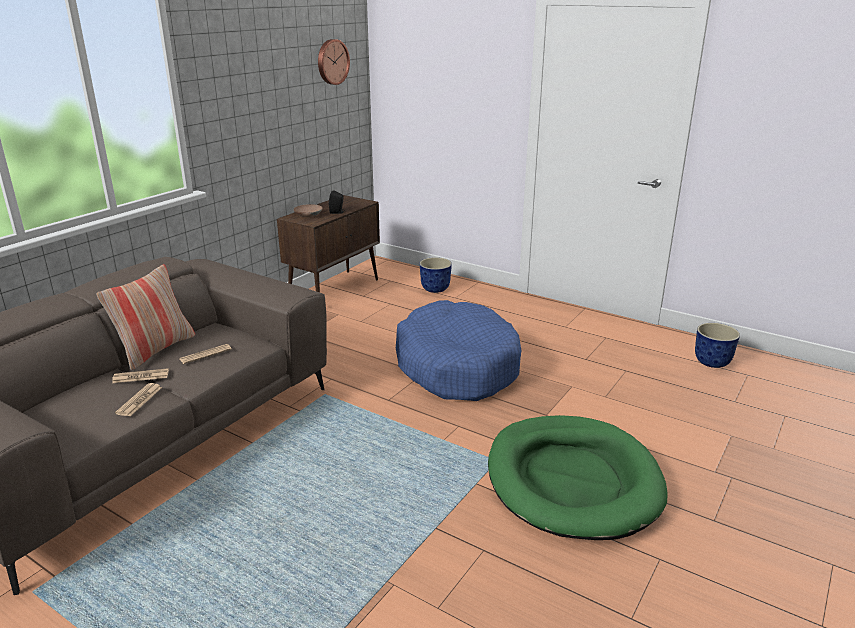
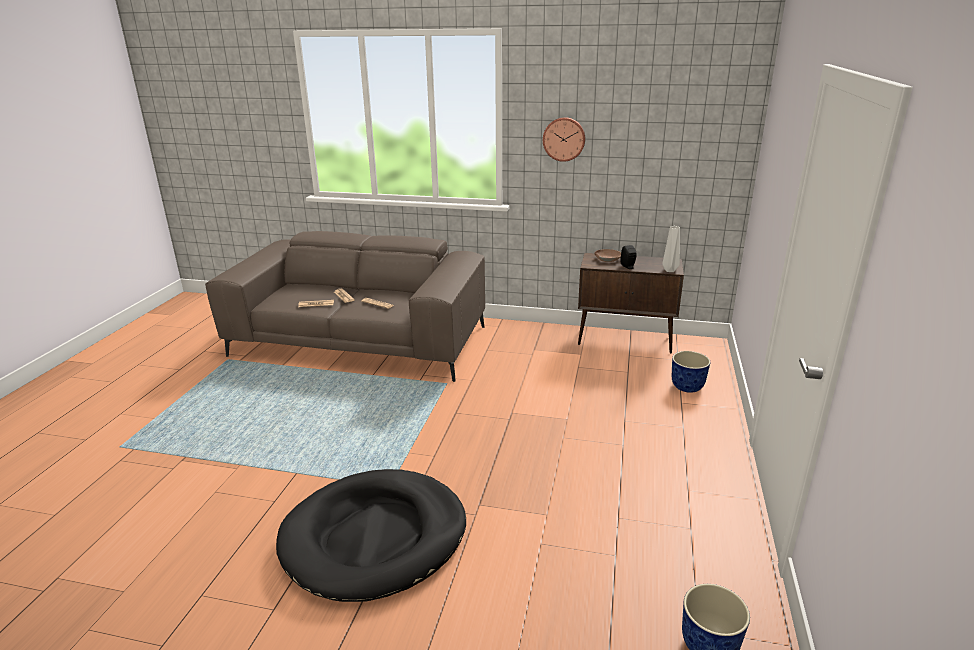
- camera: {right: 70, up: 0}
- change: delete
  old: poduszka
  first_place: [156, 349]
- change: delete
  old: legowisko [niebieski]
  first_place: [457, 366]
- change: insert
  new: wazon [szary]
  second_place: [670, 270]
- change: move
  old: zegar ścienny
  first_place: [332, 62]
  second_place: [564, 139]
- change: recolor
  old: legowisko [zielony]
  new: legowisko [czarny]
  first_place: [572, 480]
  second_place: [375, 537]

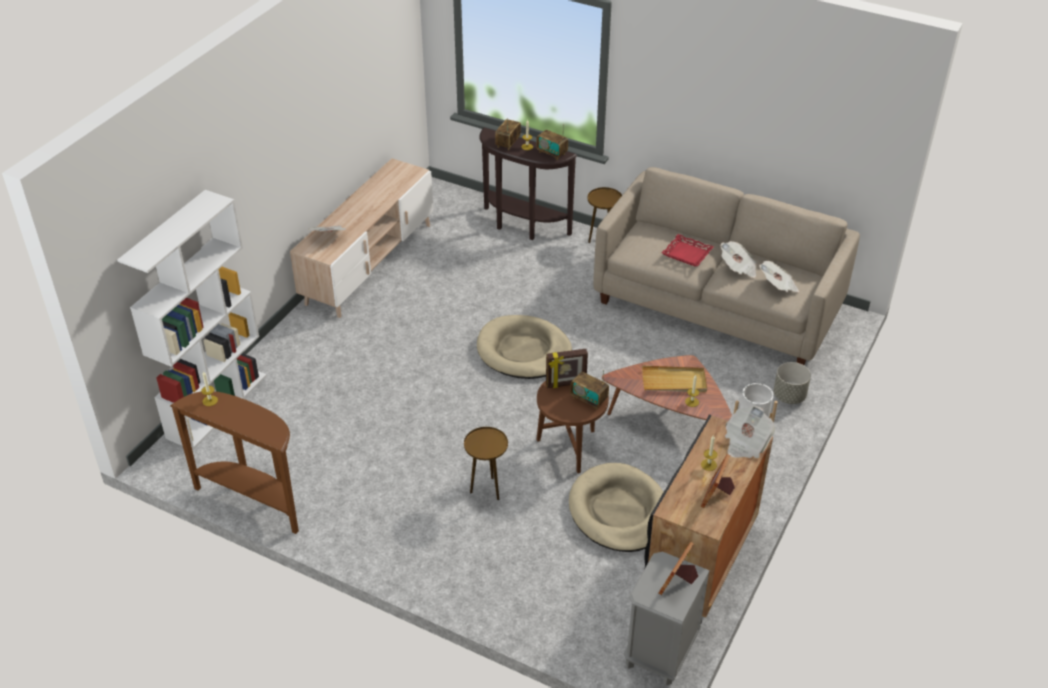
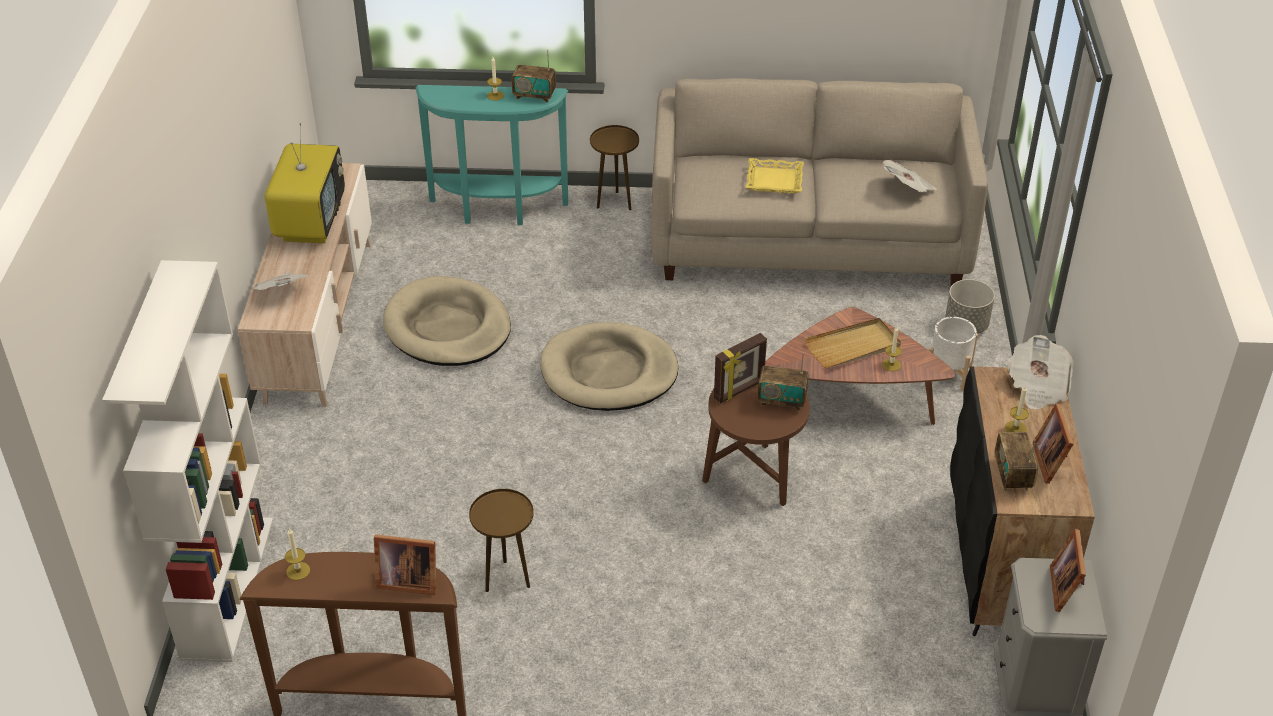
- camera: {right: -25, up: 0}
- change: delete
  old: gazeta
  first_place: [738, 268]
- change: insert
  new: telewizor
  second_place: [310, 222]
- change: insert
  new: ramka na zdjęcie
  second_place: [406, 580]
- change: move
  old: stolik [brązowy]
  first_place: [487, 490]
  second_place: [506, 579]
- change: move
  old: radio
  first_place: [508, 143]
  second_place: [1012, 475]
- change: move
  old: legowisko [beżowy]
  first_place: [619, 511]
  second_place: [447, 327]
- change: recolor
  old: stolik konsolowy [brązowy]
  new: stolik konsolowy [turkusowy]
  first_place: [522, 227]
  second_place: [497, 212]
- change: recolor
  old: taca [czerwony]
  new: taca [żółty]
  first_place: [686, 254]
  second_place: [774, 181]

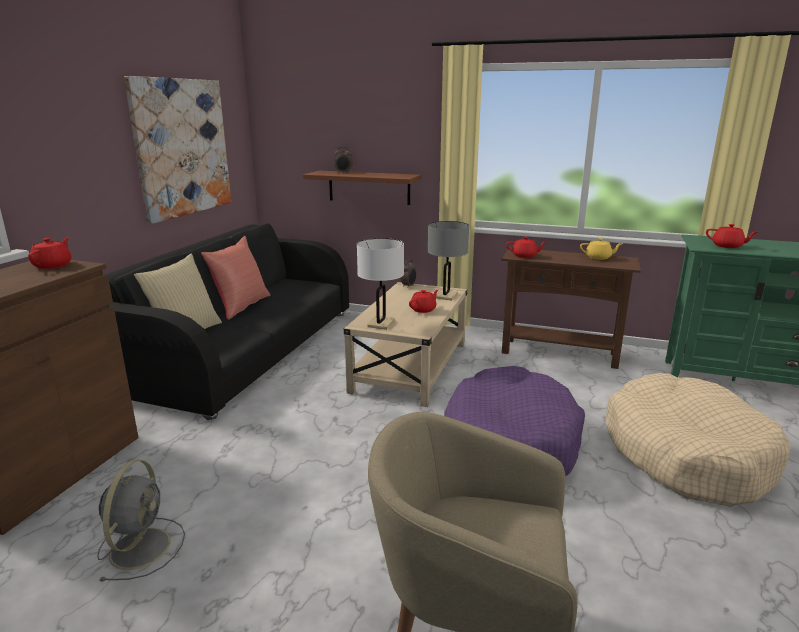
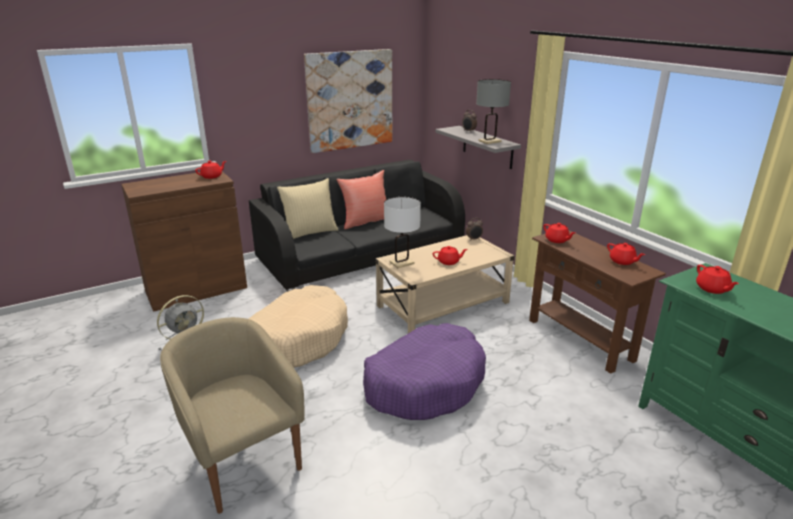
- camera: {right: 40, up: 5}
- change: move
  old: lampa stołowa [szary]
  first_place: [446, 296]
  second_place: [489, 141]
- change: move
  old: legowisko [beżowy]
  first_place: [685, 454]
  second_place: [296, 339]
- change: recolor
  old: półka [brązowy]
  new: półka [szary]
  first_place: [369, 187]
  second_place: [487, 147]
- change: recolor
  old: imbryk [żółty]
  new: imbryk [czerwony]
  first_place: [599, 257]
  second_place: [622, 261]

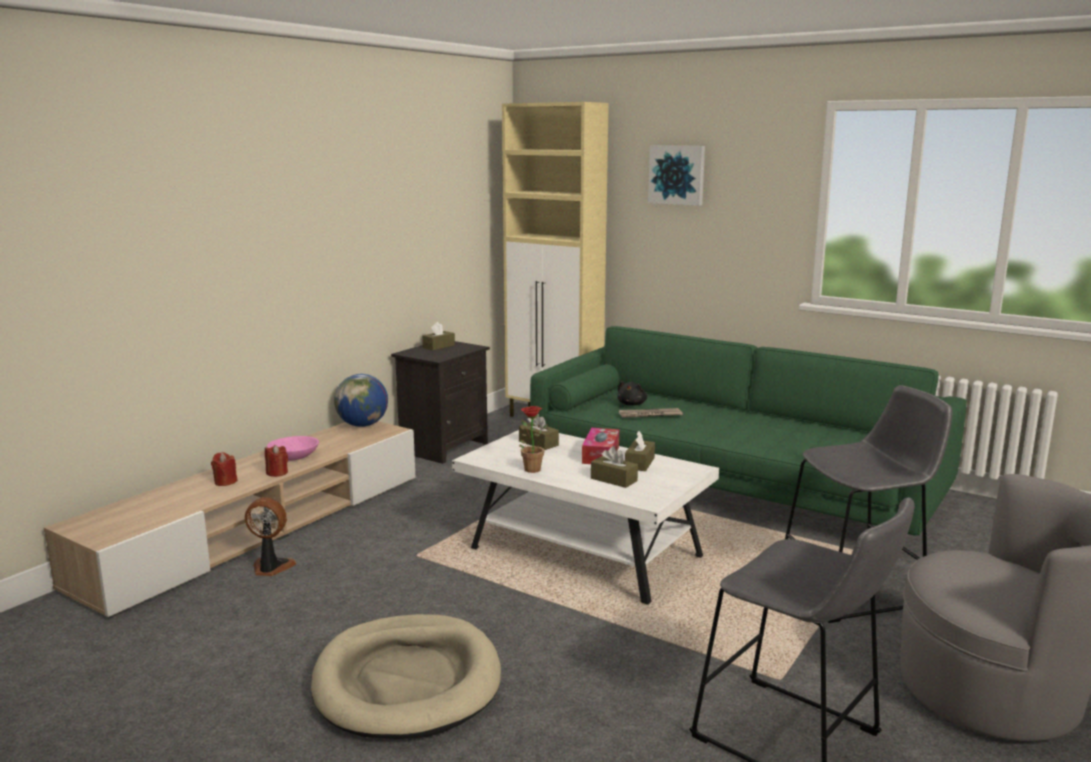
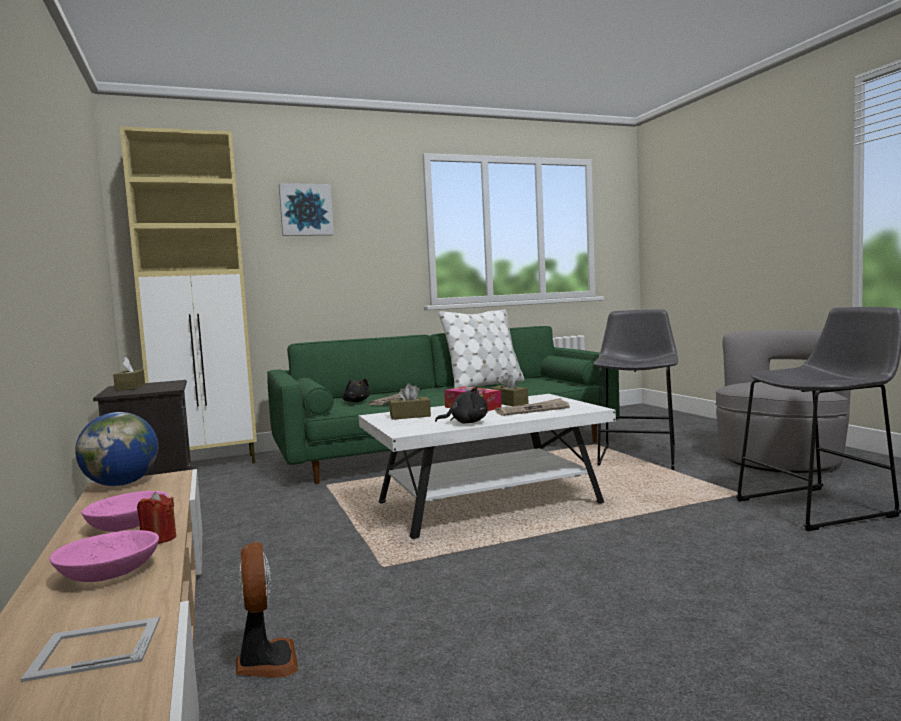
- camera: {right: -55, up: -10}
- change: delete
  old: legowisko [beżowy]
  first_place: [407, 682]
- change: insert
  new: ramka na zdjęcie
  second_place: [94, 648]
- change: insert
  new: poduszka [biały]
  second_place: [484, 385]
- change: replace
  old: świeca [czerwony]
  new: miska [różowy]
  first_place: [225, 482]
  second_place: [108, 573]
- change: replace
  old: roślina doniczkowa
  new: pluszak [czarny]
  first_place: [530, 468]
  second_place: [466, 422]
- change: replace
  old: pudełko chusteczek [brązowy]
  new: gazeta
  first_place: [614, 480]
  second_place: [532, 410]
- change: rotate
  old: wentylator
  first_place: [271, 568]
  second_place: [266, 662]
  degrees: 120

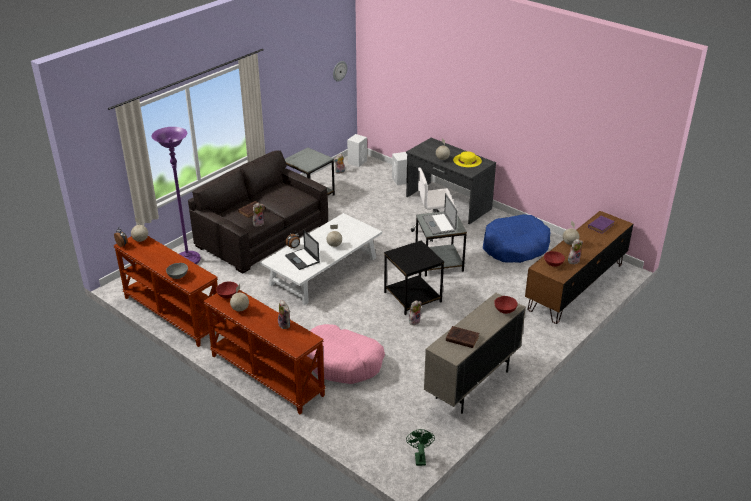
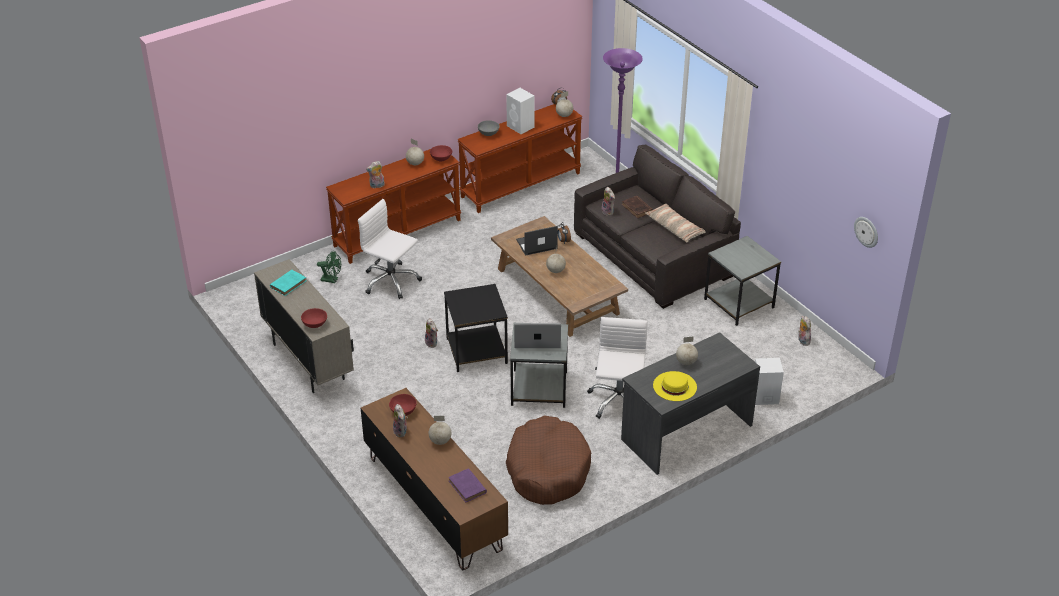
- camera: {right: 105, up: 5}
- change: insert
  new: poduszka
  second_place: [675, 228]
- change: move
  old: głośnik [biały]
  first_place: [357, 162]
  second_place: [521, 127]
- change: move
  old: wentylator [zielony]
  first_place: [419, 457]
  second_place: [332, 280]
- change: replace
  old: legowisko [różowy]
  new: krzesło biurowe [biały]
  first_place: [342, 362]
  second_place: [391, 281]
- change: recolor
  old: ława [biały]
  new: ława [brązowy]
  first_place: [323, 270]
  second_place: [558, 291]
- change: recolor
  old: książka [brązowy]
  new: książka [turkusowy]
  first_place: [461, 338]
  second_place: [289, 284]
- change: recolor
  old: legowisko [niebieski]
  new: legowisko [brązowy]
  first_place: [514, 247]
  second_place: [547, 469]

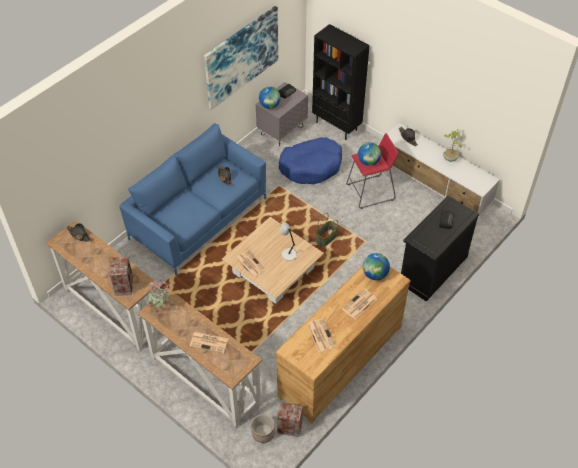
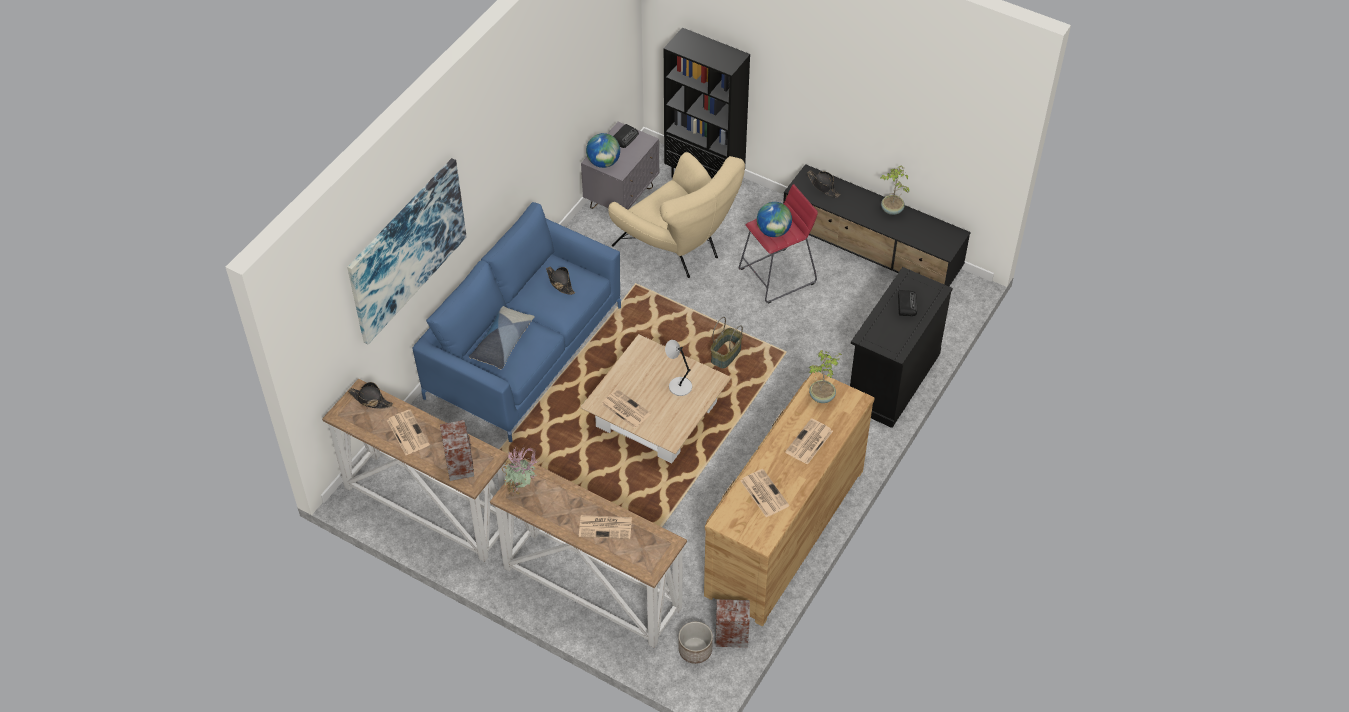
- camera: {right: -10, up: 0}
- change: insert
  new: gazeta
  second_place: [407, 432]
- change: insert
  new: poduszka
  second_place: [502, 342]
- change: move
  old: obraz
  first_place: [241, 57]
  second_place: [407, 250]
- change: replace
  old: legowisko [niebieski]
  new: fotel [beżowy]
  first_place: [311, 166]
  second_place: [679, 248]
- change: replace
  old: globus
  new: roślina doniczkowa
  first_place: [375, 274]
  second_place: [822, 397]
- change: recolor
  old: szafka pod telewizor [biały]
  new: szafka pod telewizor [czarny]
  first_place: [434, 185]
  second_place: [871, 253]

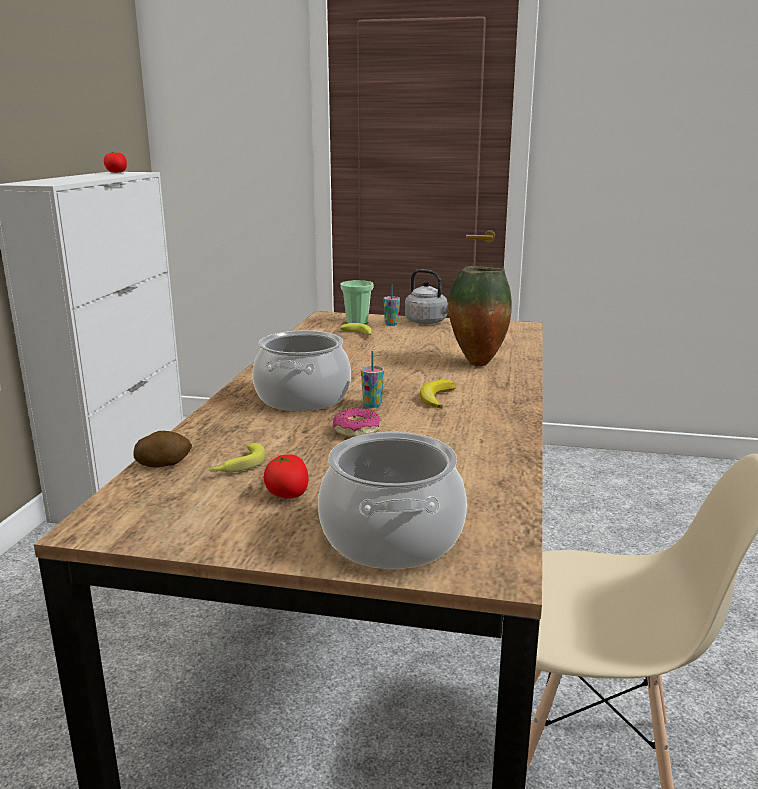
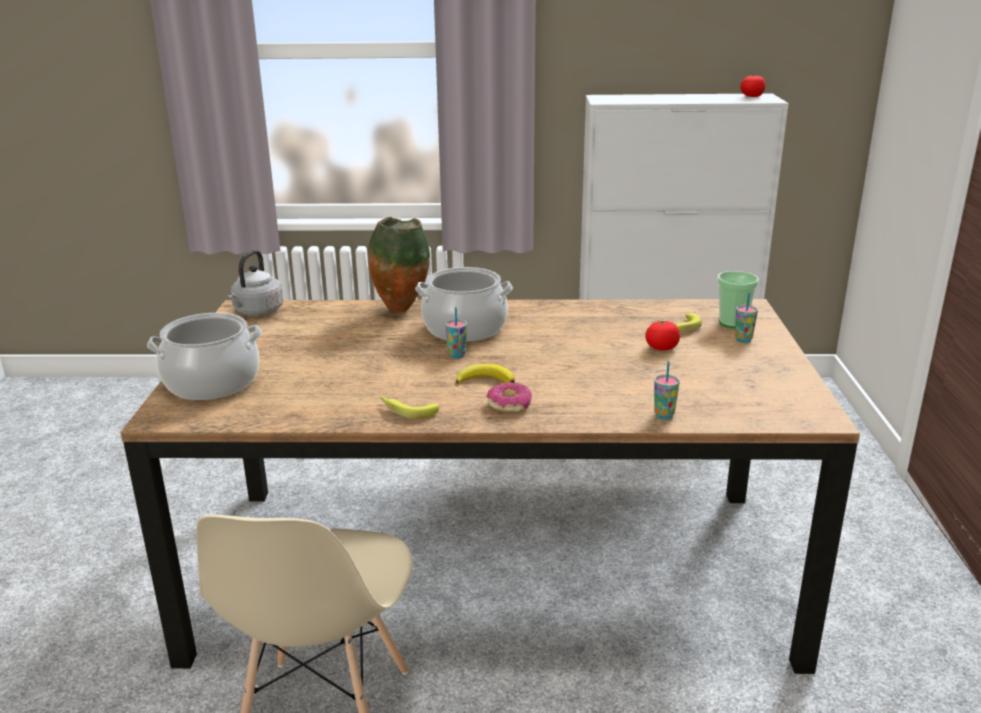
- camera: {right: 80, up: 5}
- change: delete
  old: ziemniak
  first_place: [164, 464]
- change: insert
  new: filiżanka
  second_place: [664, 415]
- change: move
  old: banan
  first_place: [237, 466]
  second_place: [407, 410]
- change: move
  old: pomidor
  first_place: [287, 494]
  second_place: [661, 348]
- change: move
  old: donut
  first_place: [356, 431]
  second_place: [509, 404]
- change: move
  old: czajnik [szary]
  first_place: [428, 322]
  second_place: [257, 312]
- change: move
  old: wazon
  first_place: [476, 363]
  second_place: [401, 310]

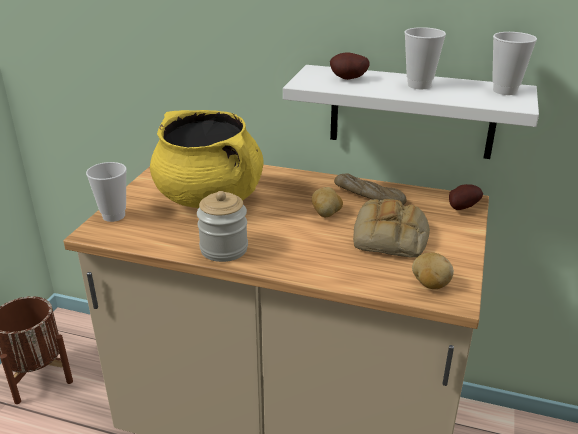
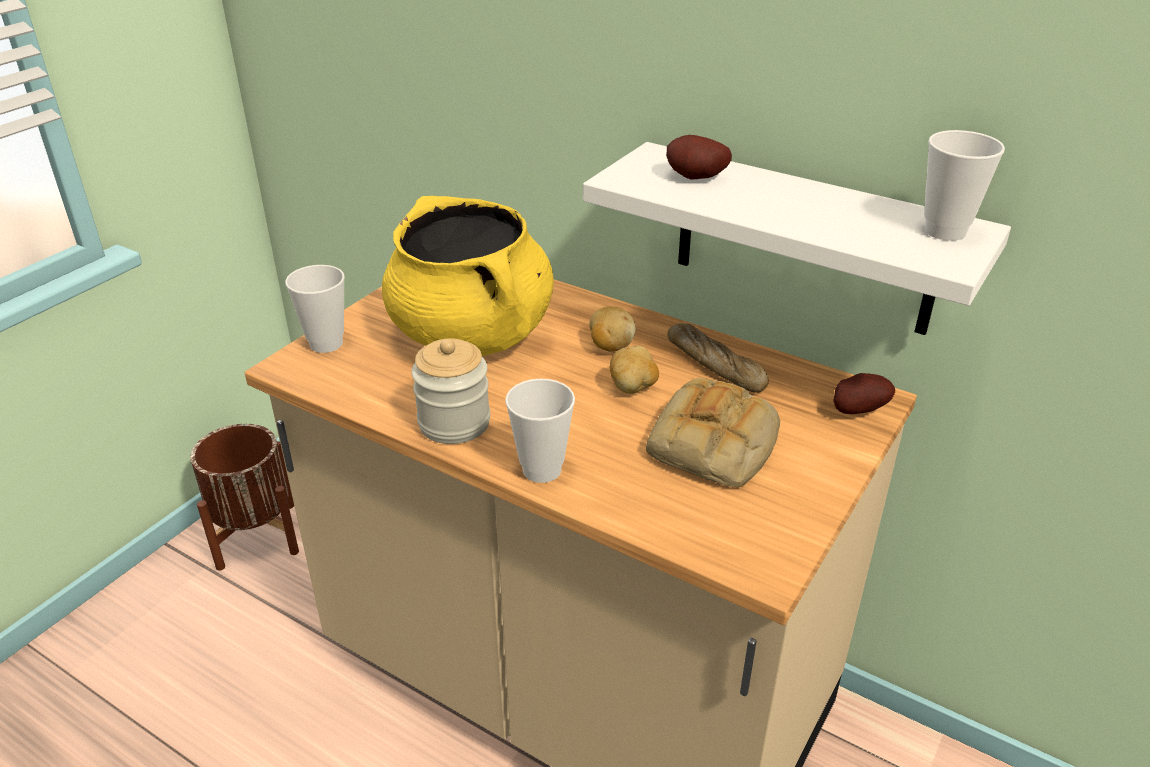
- camera: {right: 15, up: 5}
- change: move
  old: filiżanka
  first_place: [419, 85]
  second_place: [542, 470]
- change: move
  old: ziemniak
  first_place: [430, 284]
  second_place: [610, 346]

